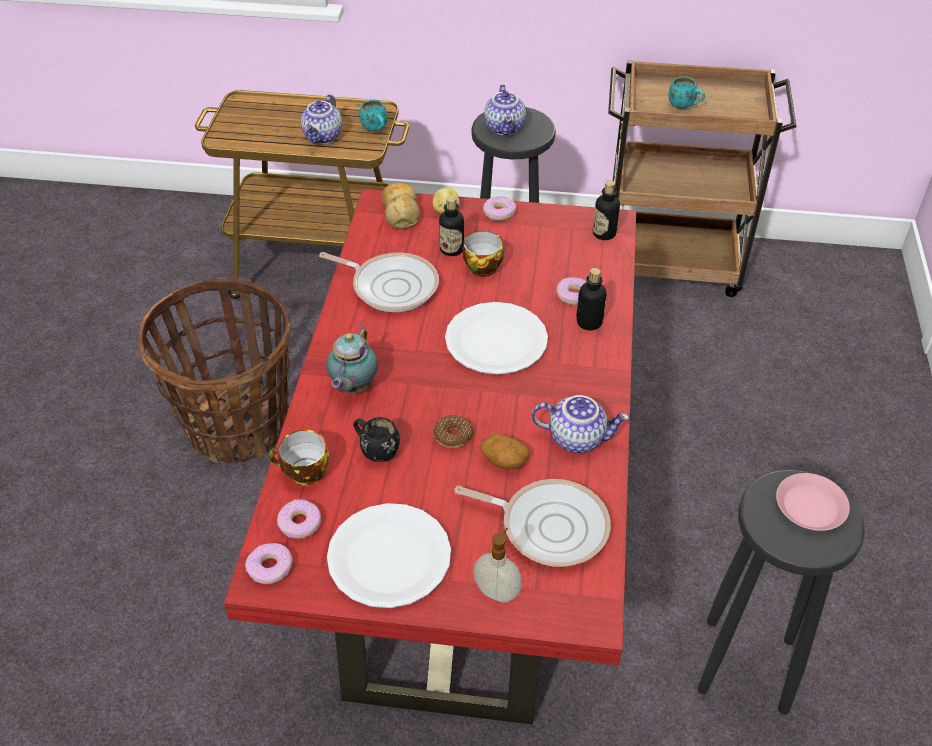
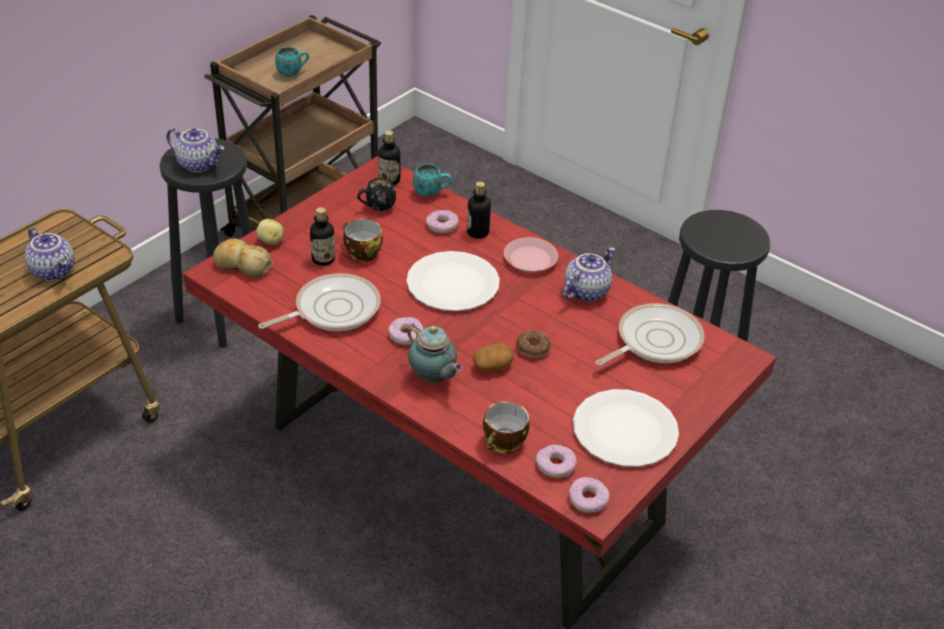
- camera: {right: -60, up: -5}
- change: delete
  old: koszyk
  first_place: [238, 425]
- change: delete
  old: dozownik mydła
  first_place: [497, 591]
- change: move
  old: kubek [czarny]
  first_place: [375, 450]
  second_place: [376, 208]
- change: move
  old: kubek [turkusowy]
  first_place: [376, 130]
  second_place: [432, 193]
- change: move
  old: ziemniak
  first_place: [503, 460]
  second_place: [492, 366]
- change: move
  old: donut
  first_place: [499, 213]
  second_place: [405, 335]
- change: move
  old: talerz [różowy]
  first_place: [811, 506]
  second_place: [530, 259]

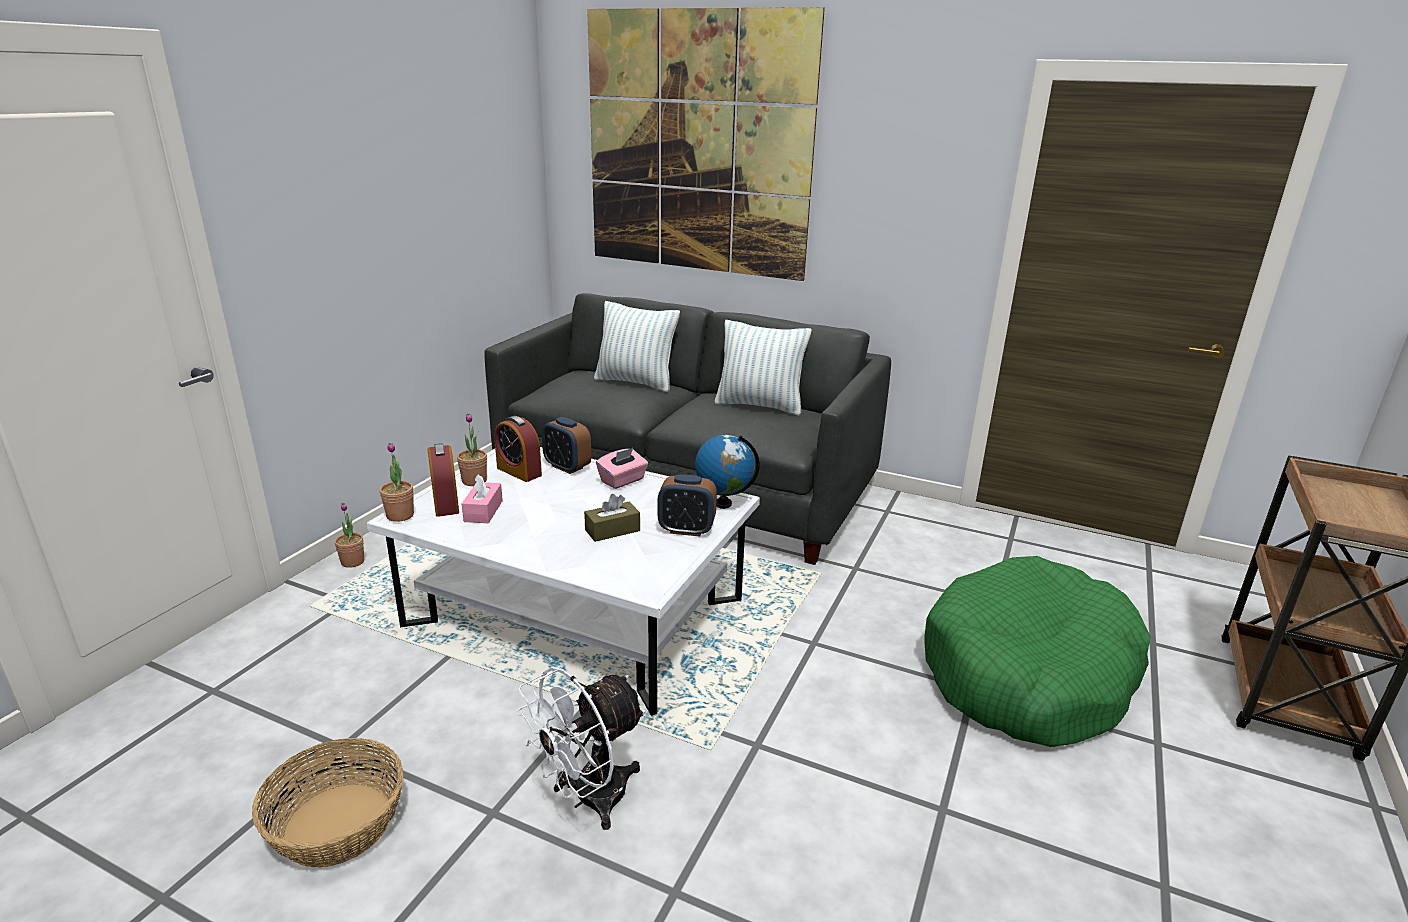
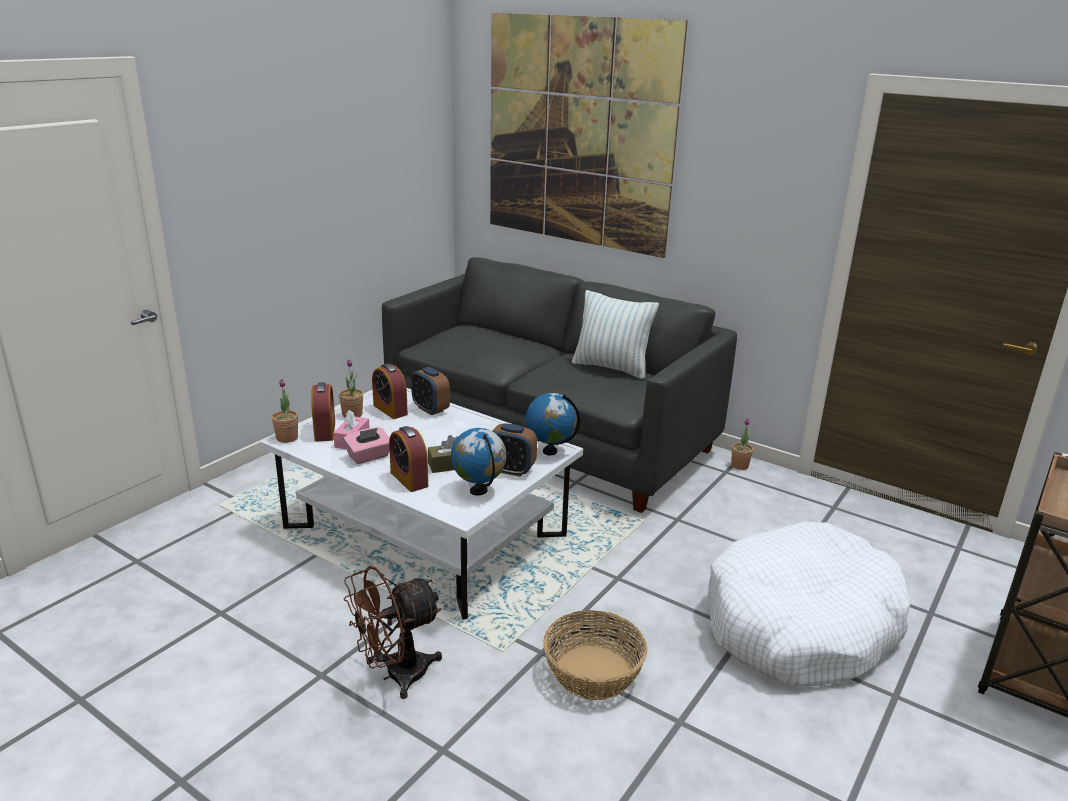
- camera: {right: 10, up: 0}
- change: delete
  old: poduszka
  first_place: [636, 382]
- change: insert
  new: budzik
  second_place: [409, 479]
- change: insert
  new: globus
  second_place: [479, 491]
- change: move
  old: koszyk
  first_place: [338, 824]
  second_place: [593, 672]
- change: move
  old: roślina doniczkowa
  first_place: [352, 562]
  second_place: [739, 465]
- change: move
  old: pudełko chusteczek [różowy]
  first_place: [623, 481]
  second_place: [369, 456]
- change: recolor
  old: wentylator [biały]
  new: wentylator [brązowy]
  first_place: [588, 799]
  second_place: [395, 675]
- change: recolor
  old: legowisko [zielony]
  new: legowisko [biały]
  first_place: [1027, 673]
  second_place: [800, 624]

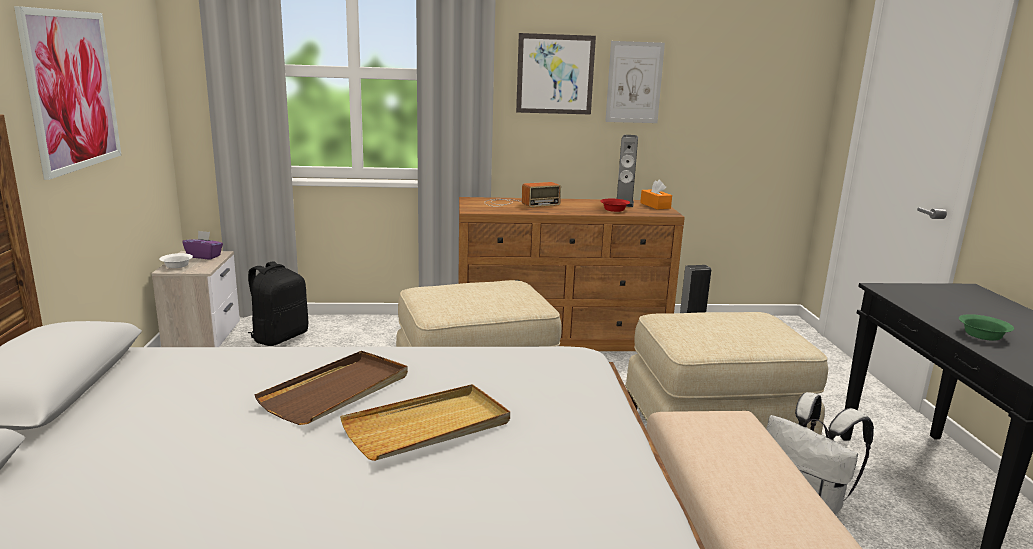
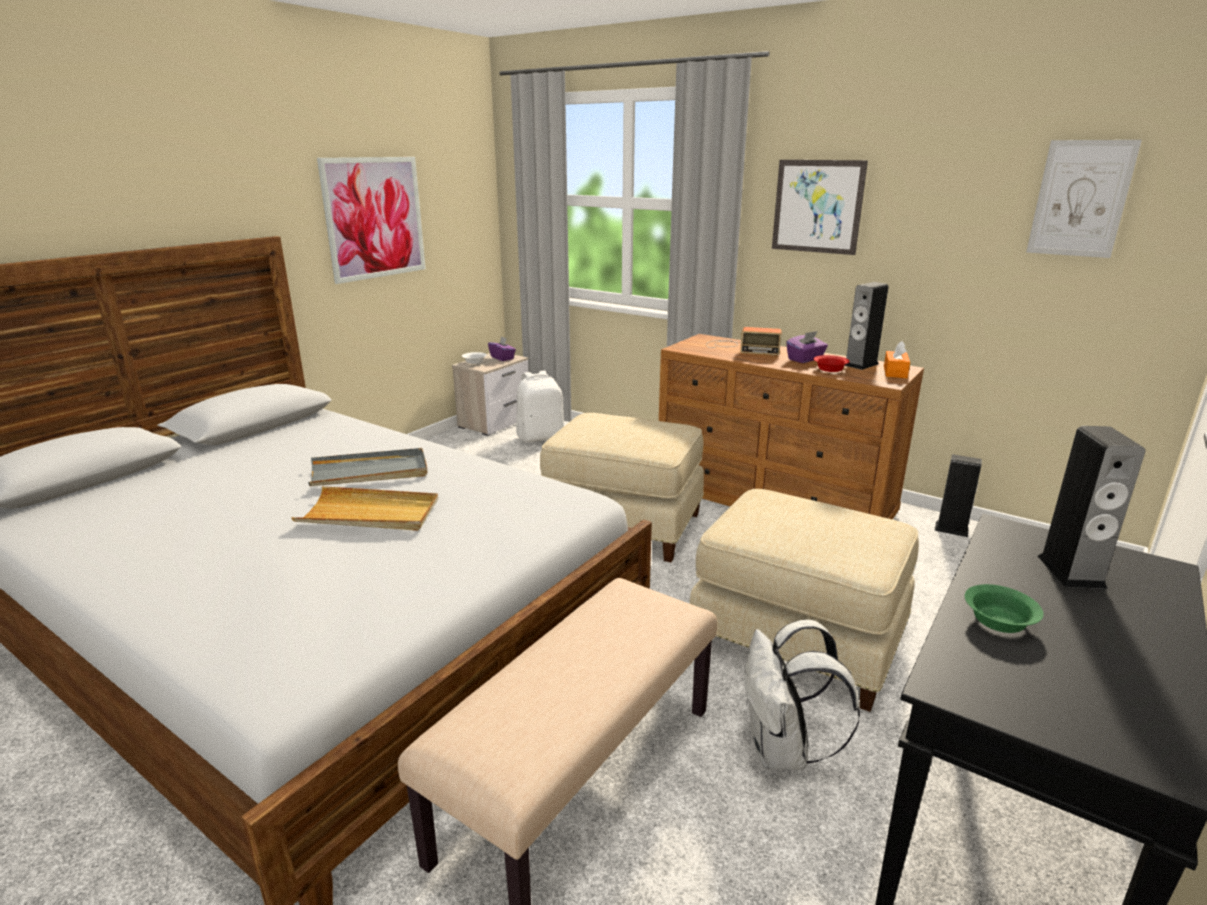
- camera: {right: 40, up: 5}
- change: insert
  new: pudełko chusteczek [fioletowy]
  second_place: [805, 359]
- change: insert
  new: głośnik
  second_place: [1071, 571]
- change: move
  old: obraz
  first_place: [634, 82]
  second_place: [1080, 199]
- change: recolor
  old: plecak [czarny]
  new: plecak [biały]
  first_place: [279, 337]
  second_place: [540, 437]
- change: recolor
  old: taca [brązowy]
  new: taca [szary]
  first_place: [337, 391]
  second_place: [370, 472]

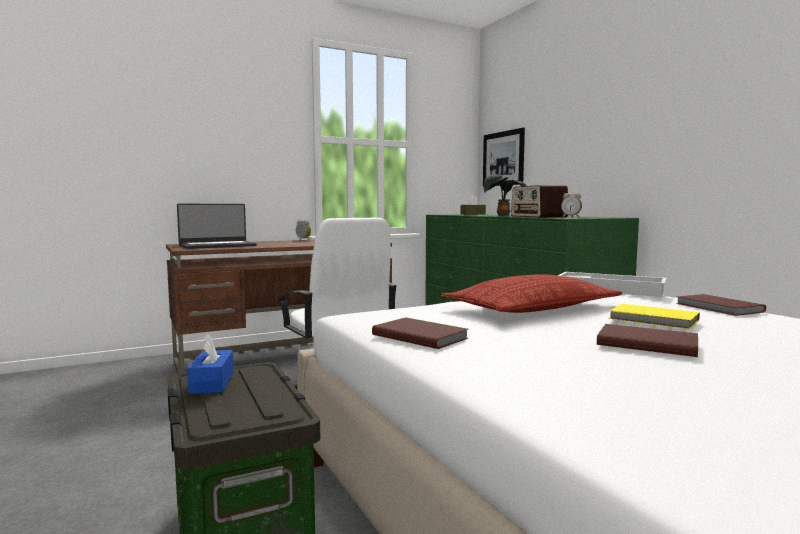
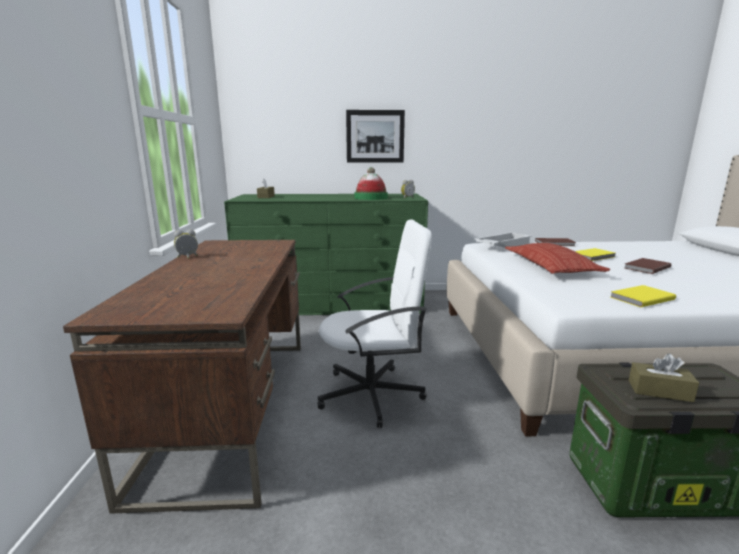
- camera: {right: -65, up: 10}
- change: delete
  old: laptop
  first_place: [217, 245]
- change: delete
  old: roślina doniczkowa
  first_place: [502, 215]
- change: move
  old: obraz
  first_place: [503, 158]
  second_place: [375, 136]
- change: replace
  old: radio
  new: kapelusz
  first_place: [538, 216]
  second_place: [371, 198]
- change: recolor
  old: pudełko chusteczek [niebieski]
  new: pudełko chusteczek [brązowy]
  first_place: [212, 383]
  second_place: [659, 391]
- change: recolor
  old: książka [brązowy]
  new: książka [żółty]
  first_place: [420, 336]
  second_place: [640, 298]

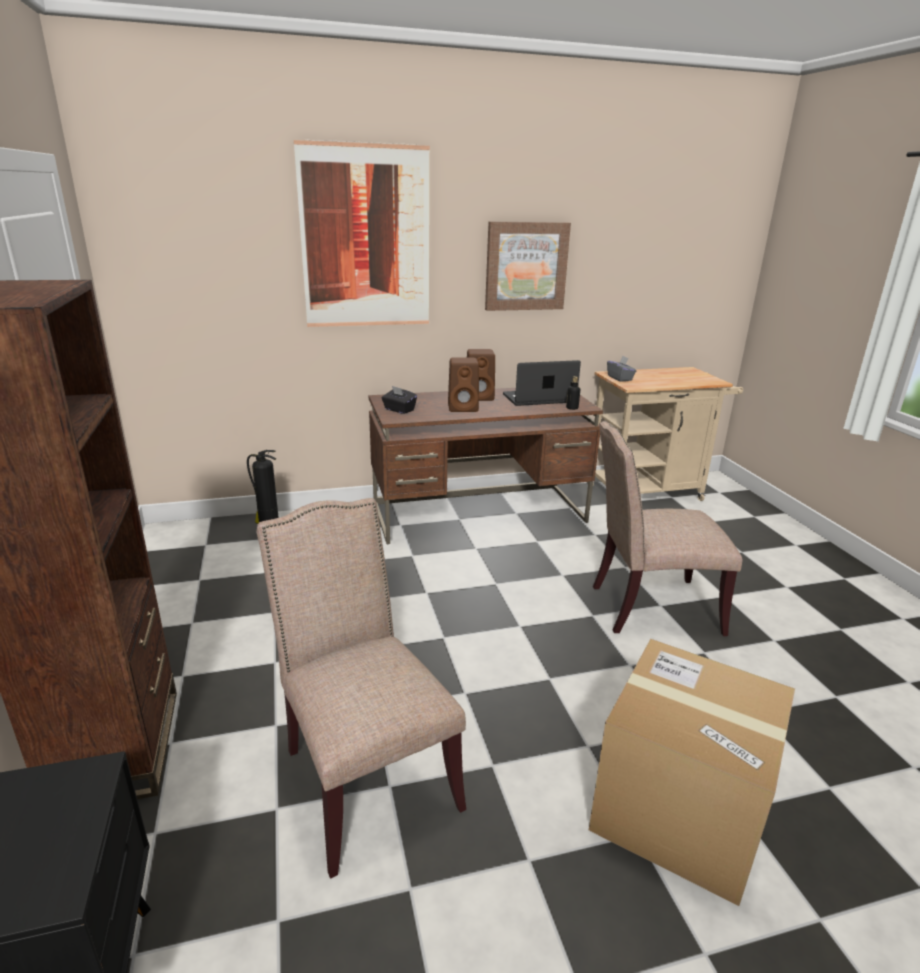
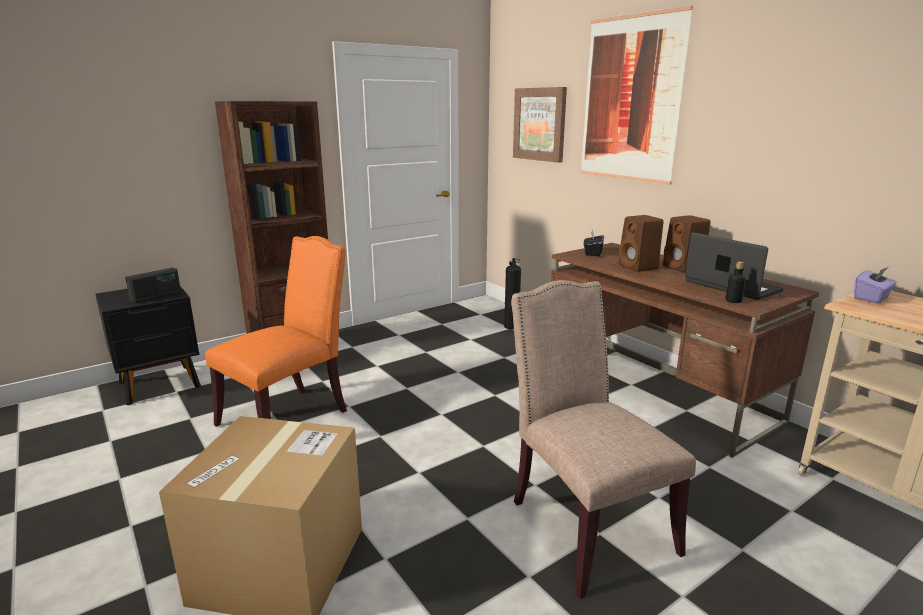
- camera: {right: 70, up: -5}
- change: insert
  new: radio
  second_place: [156, 296]
- change: move
  old: obraz
  first_place: [526, 266]
  second_place: [540, 124]
- change: recolor
  old: krzesło [beżowy]
  new: krzesło [pomarańczowy]
  first_place: [364, 775]
  second_place: [289, 417]
- change: recolor
  old: pudełko chusteczek [szary]
  new: pudełko chusteczek [fioletowy]
  first_place: [620, 378]
  second_place: [871, 298]

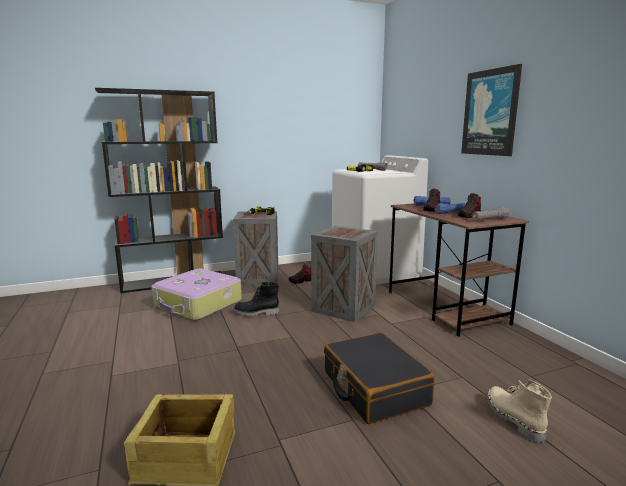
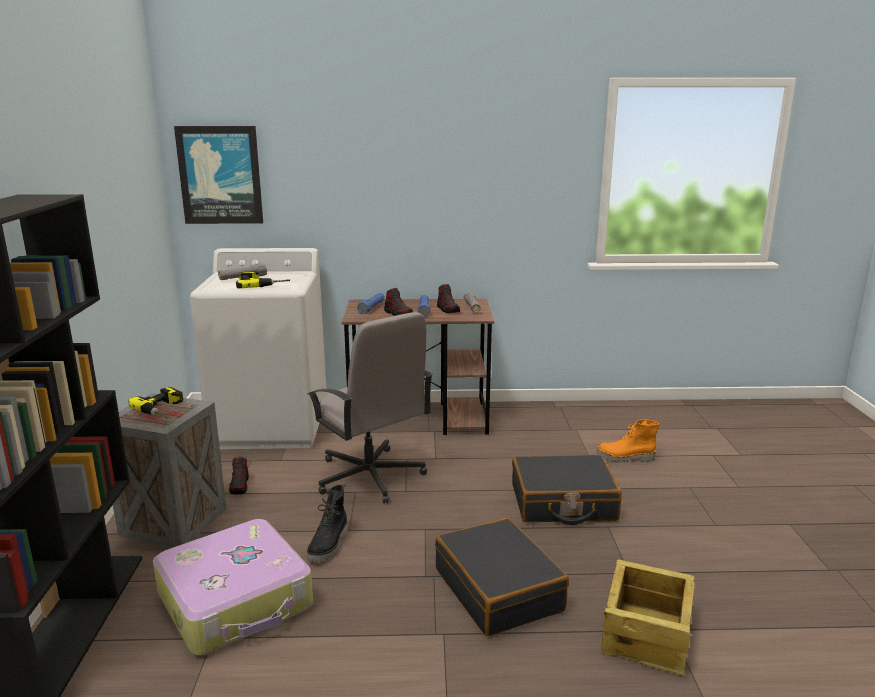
- camera: {right: -70, up: 5}
- change: insert
  new: walizka [czarny]
  second_place: [499, 590]
- change: move
  old: obraz
  first_place: [490, 112]
  second_place: [220, 175]
- change: replace
  old: skrzynka
  new: krzesło biurowe [szary]
  first_place: [342, 308]
  second_place: [370, 477]
- change: recolor
  old: but z cholewką [beżowy]
  new: but z cholewką [pomarańczowy]
  first_place: [512, 419]
  second_place: [625, 458]

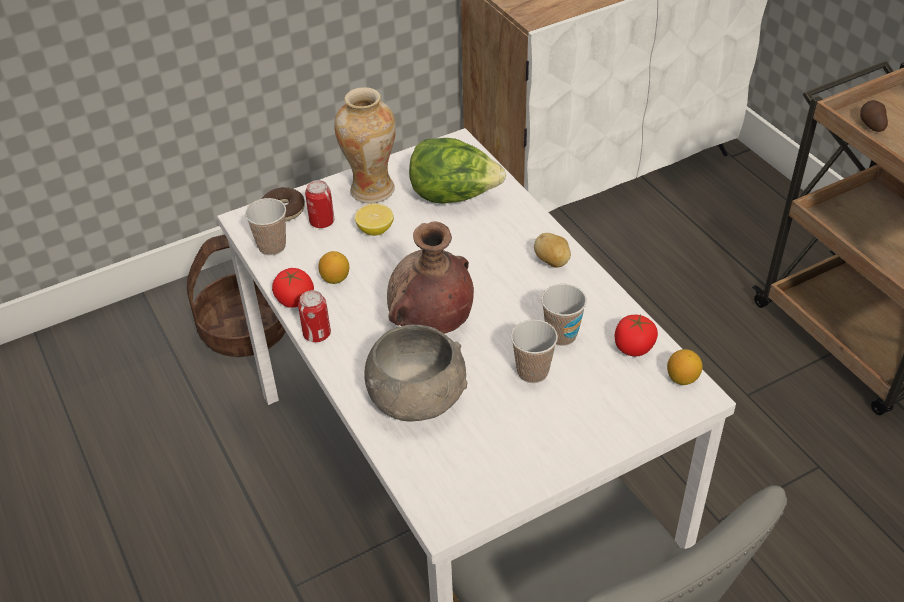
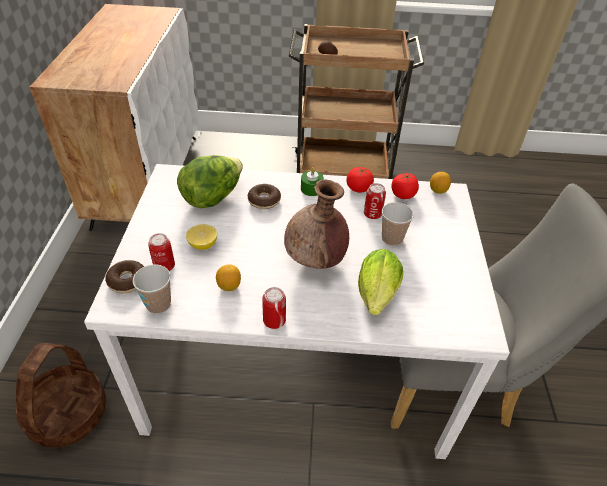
- camera: {right: -60, up: 0}
- change: delete
  old: wazon
  first_place: [371, 190]
- change: insert
  new: donut
  second_place: [264, 201]
- change: move
  old: pomidor
  first_place: [294, 299]
  second_place: [358, 188]
- change: replace
  old: miska [szary]
  new: sałata
  first_place: [418, 399]
  second_place: [376, 298]
- change: replace
  old: ziemniak
  new: świeca [zielony]
  first_place: [552, 262]
  second_place: [311, 189]
- change: replace
  old: filiżanka
  new: puszka
  first_place: [561, 335]
  second_place: [372, 214]

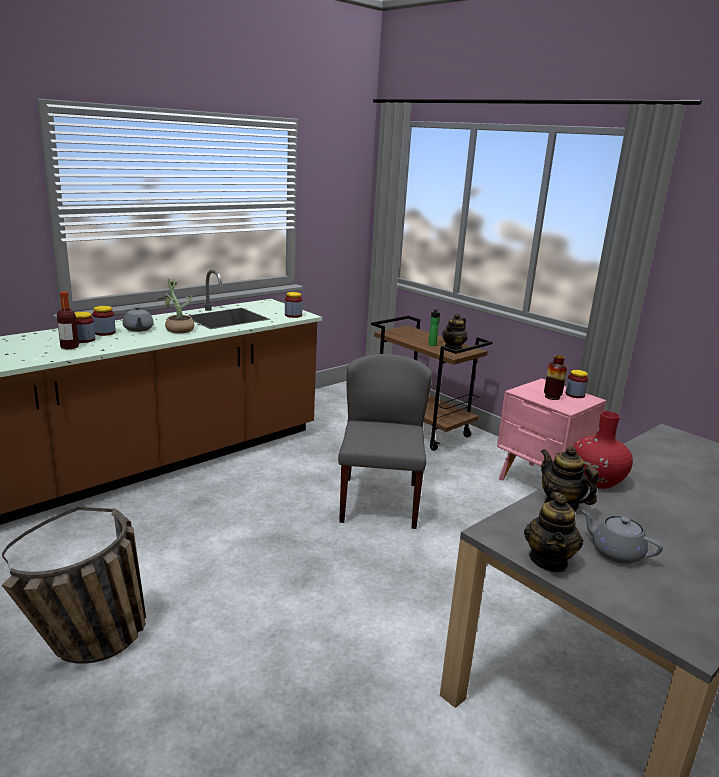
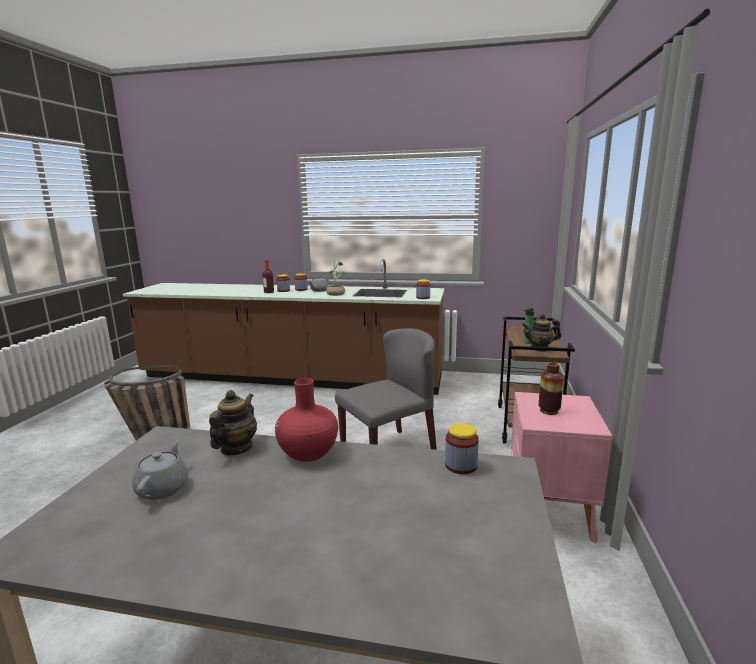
- camera: {right: 55, up: -5}
- change: delete
  old: imbryk
  first_place: [549, 560]
- change: move
  old: słoik
  first_place: [575, 395]
  second_place: [461, 465]

